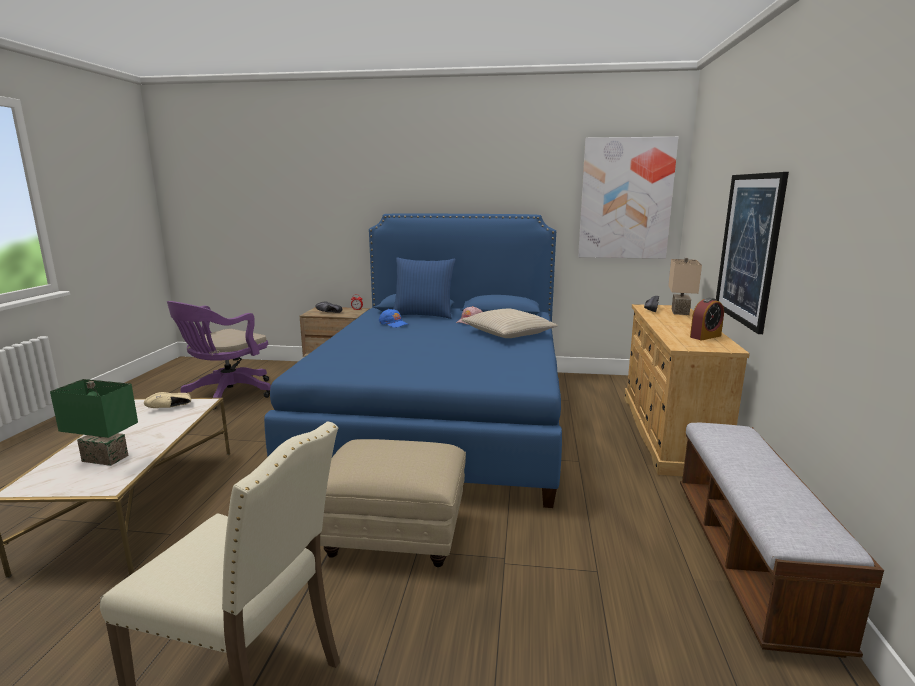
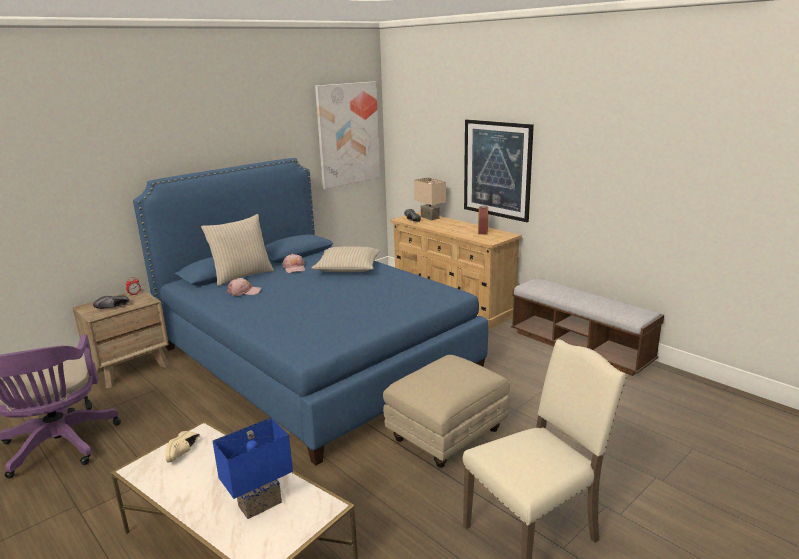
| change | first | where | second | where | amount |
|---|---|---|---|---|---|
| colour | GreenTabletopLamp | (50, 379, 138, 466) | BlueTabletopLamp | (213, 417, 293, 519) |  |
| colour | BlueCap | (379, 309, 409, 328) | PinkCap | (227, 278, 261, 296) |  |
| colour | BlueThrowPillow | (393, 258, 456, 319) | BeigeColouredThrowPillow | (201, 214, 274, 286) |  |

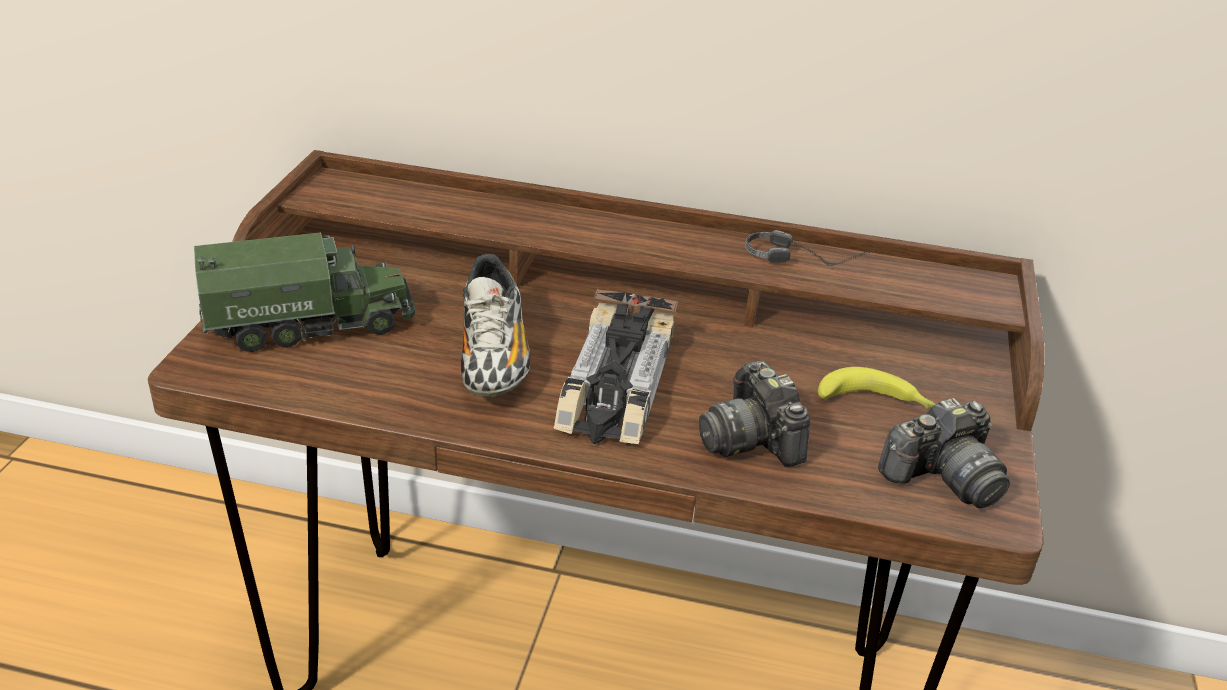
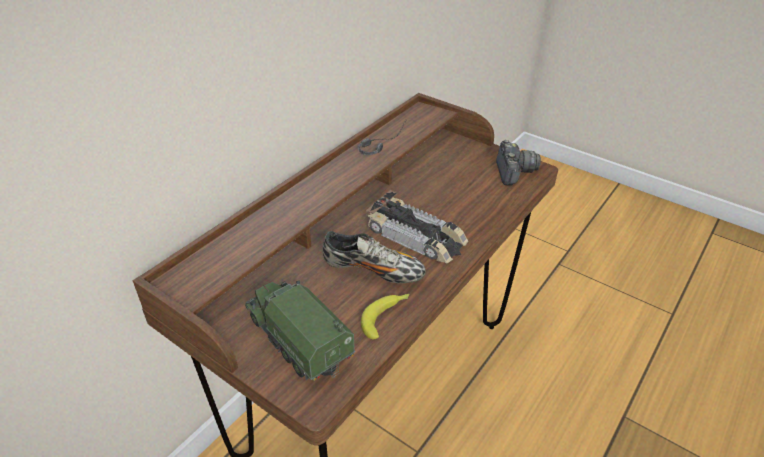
| change | first | where | second | where | amount |
|---|---|---|---|---|---|
| spun | ModelTruck | (194, 232, 415, 352) |  | (245, 281, 356, 381) | 45 degrees counterclockwise |
| missing | PhotoCamera | (699, 360, 810, 467) |  |  |  |
| relocated | BananaFruit | (818, 367, 936, 409) |  | (361, 294, 409, 339) |  |

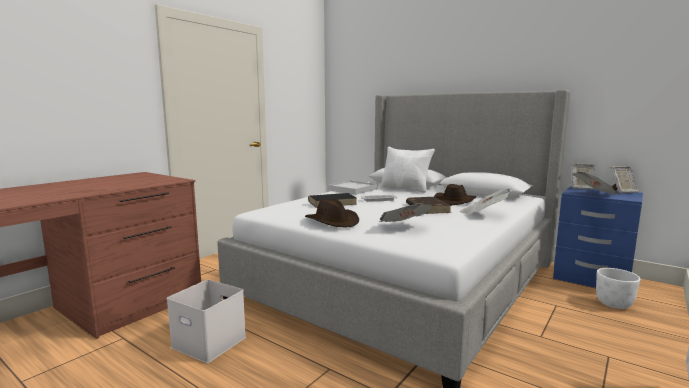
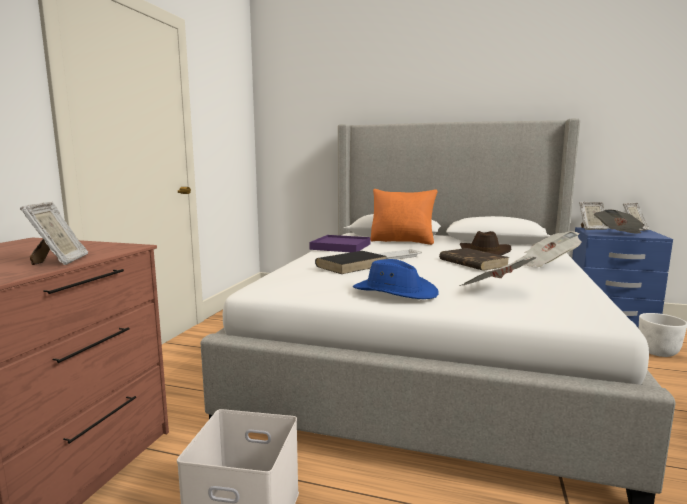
| change | first | where | second | where | amount |
|---|---|---|---|---|---|
| colour | BrownishWearableHat | (305, 199, 359, 227) | BlueWearableHat | (353, 259, 439, 299) |  |
| colour | WhitishCarryingTray | (327, 180, 377, 195) | PurpleCarryingTray | (310, 235, 371, 252) |  |
| colour | WhitishThrowPillow | (381, 147, 435, 193) | OrangeColouredThrowPillow | (371, 189, 438, 245) |  |
| appeared |  |  | PictureFrame | (20, 202, 88, 265) |  |

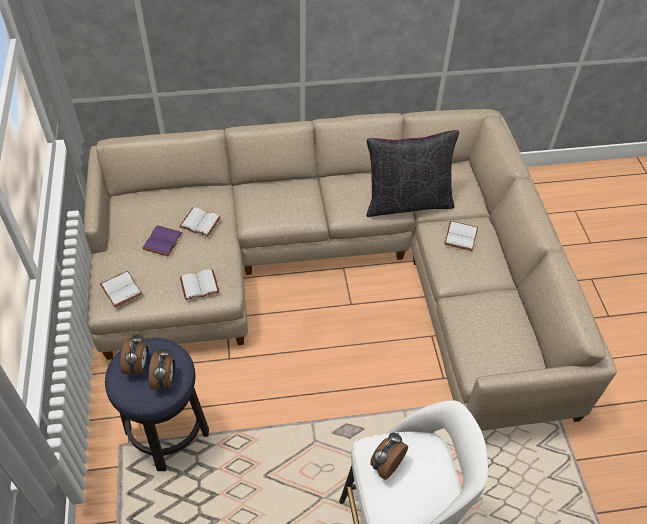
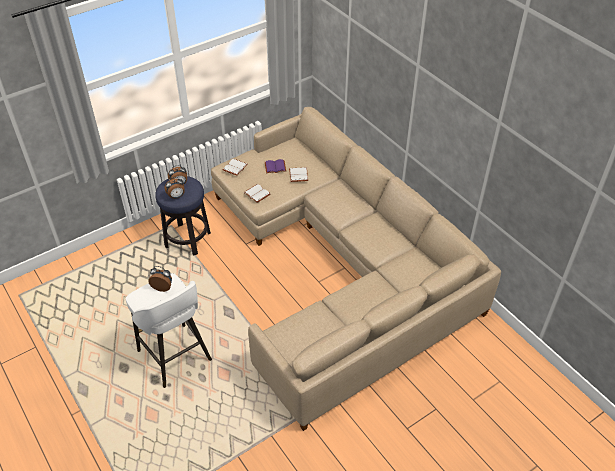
| change | first | where | second | where | amount |
|---|---|---|---|---|---|
| missing | BlackColouredThrowPillow | (366, 130, 459, 217) |  |  |  |
| missing | WhitishVolume | (444, 221, 478, 251) |  |  |  |

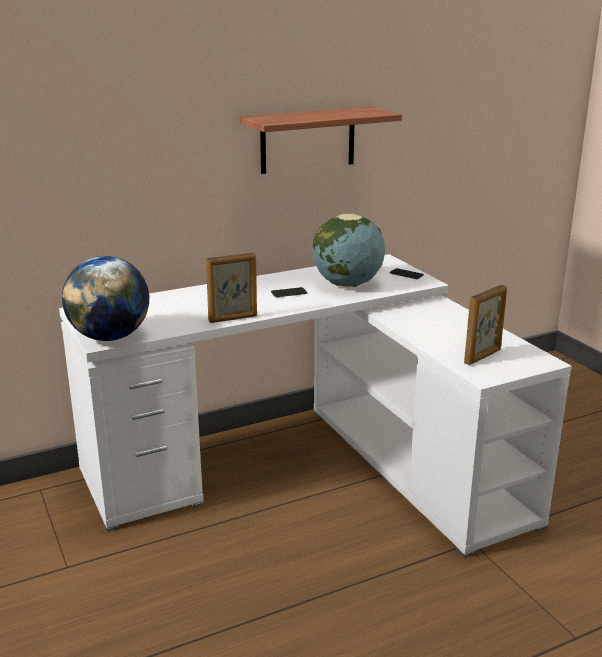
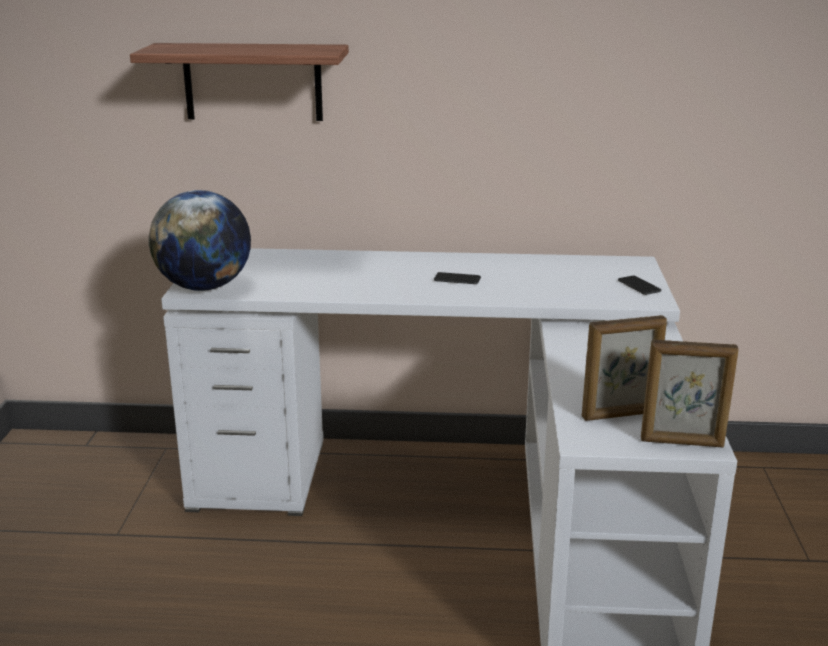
| change | first | where | second | where | amount |
|---|---|---|---|---|---|
| relocated | PictureFrame | (206, 253, 257, 323) |  | (641, 339, 739, 448) |  |
| relocated | WallShelf | (240, 107, 402, 174) |  | (130, 43, 349, 121) |  |
| missing | DeskGlobe | (313, 214, 385, 287) |  |  |  |

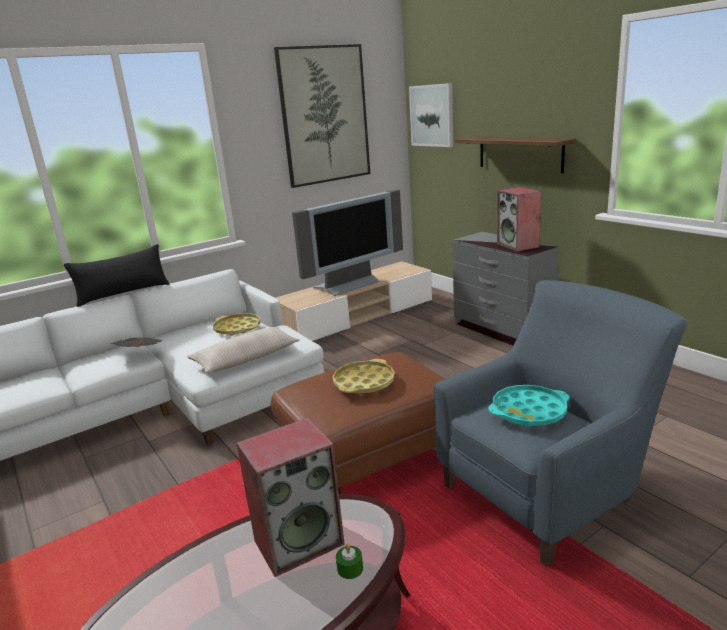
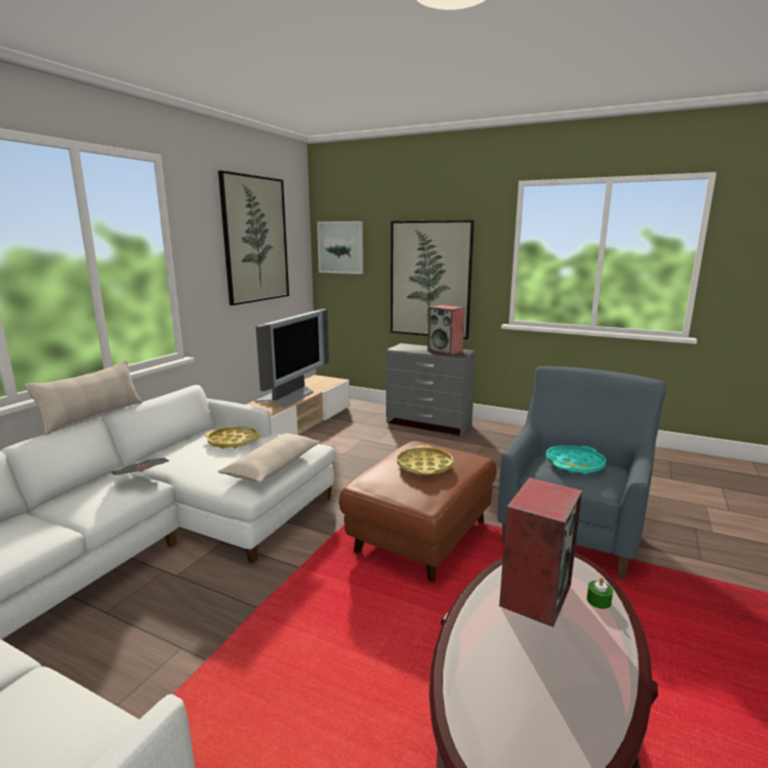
| change | first | where | second | where | amount |
|---|---|---|---|---|---|
| colour | BlackColouredThrowPillow | (64, 244, 169, 307) | BeigeColouredThrowPillow | (24, 360, 142, 435) |  |
| exchanged | WallShelf | (455, 136, 576, 173) | Picture | (391, 220, 474, 339) |  |

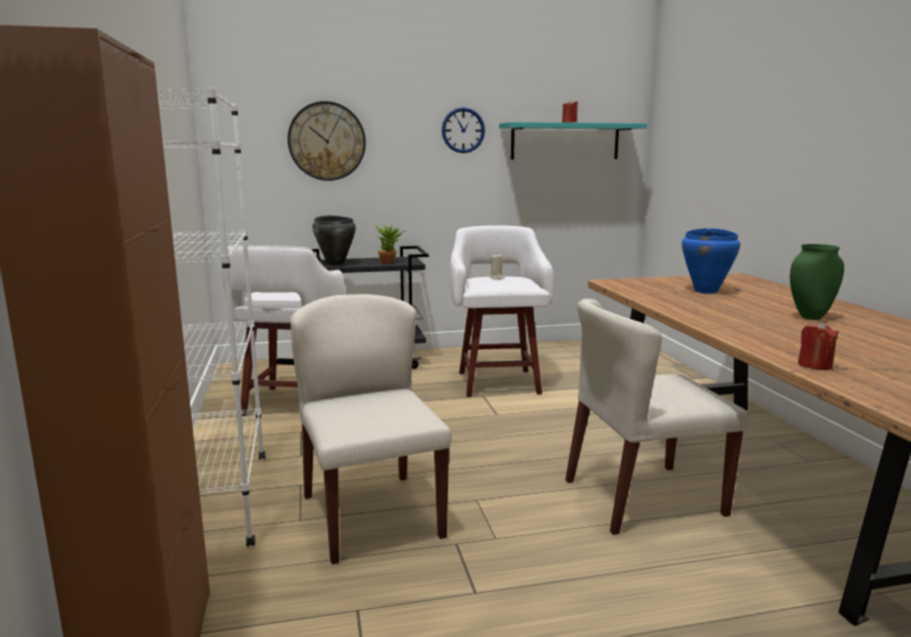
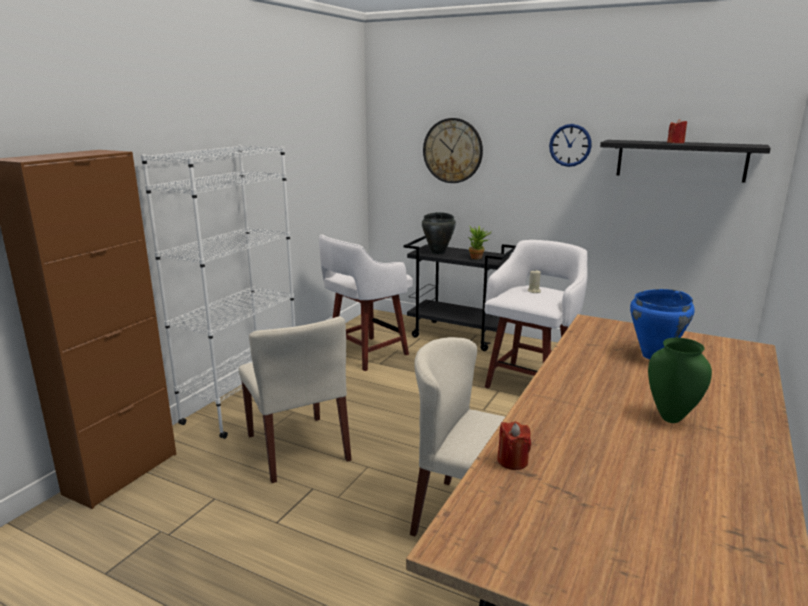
| change | first | where | second | where | amount |
|---|---|---|---|---|---|
| spun | BeigeColouredChair | (290, 294, 452, 564) |  | (239, 316, 352, 483) | 135 degrees clockwise |
| colour | TurquoiseWallShelf | (499, 122, 647, 159) | BlackColouredWallShelf | (600, 140, 771, 183) |  |

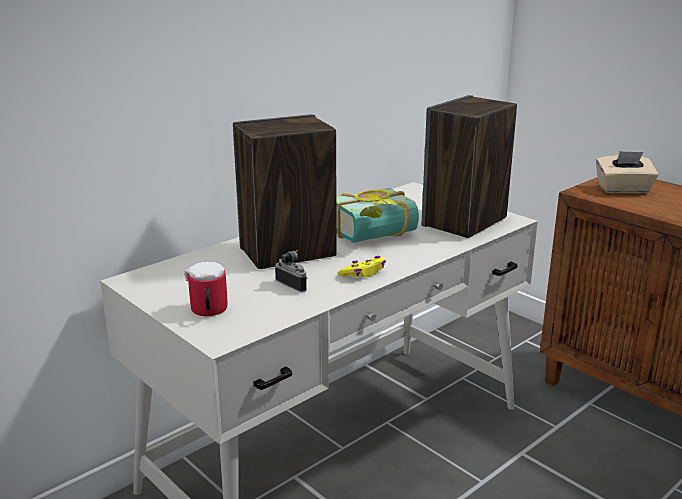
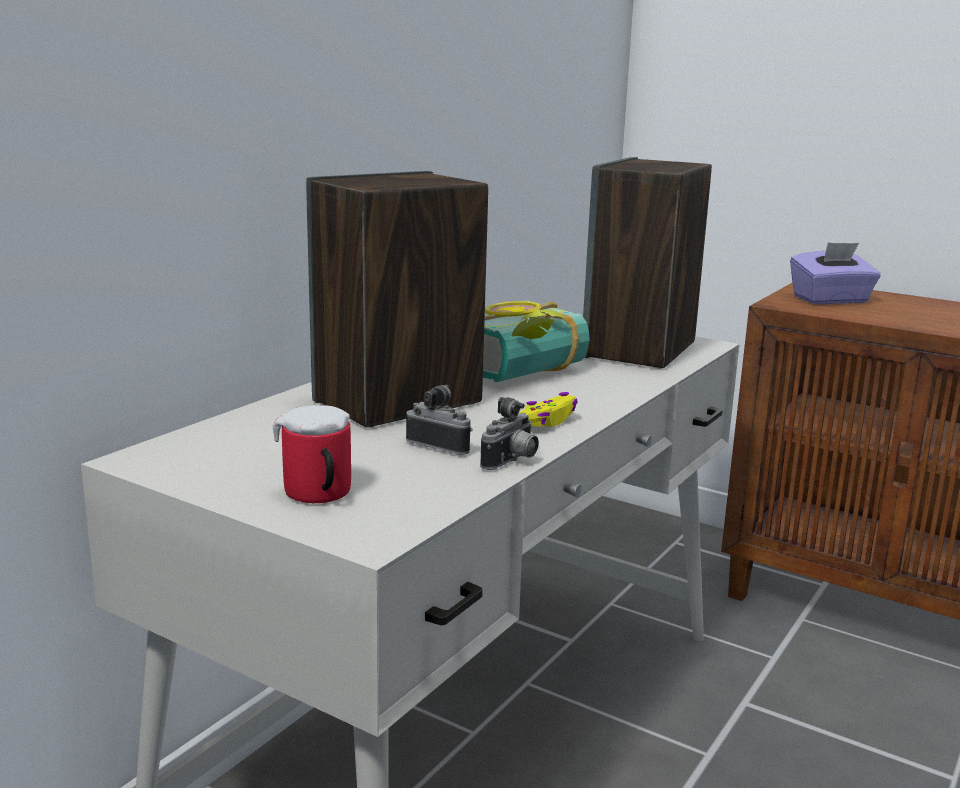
| change | first | where | second | where | amount |
|---|---|---|---|---|---|
| colour | BeigeColouredBoxOfTissues | (596, 151, 658, 193) | PurpleBoxOfTissues | (790, 242, 881, 304) |  |
| appeared |  |  | PhotoCamera | (480, 397, 539, 470) |  |

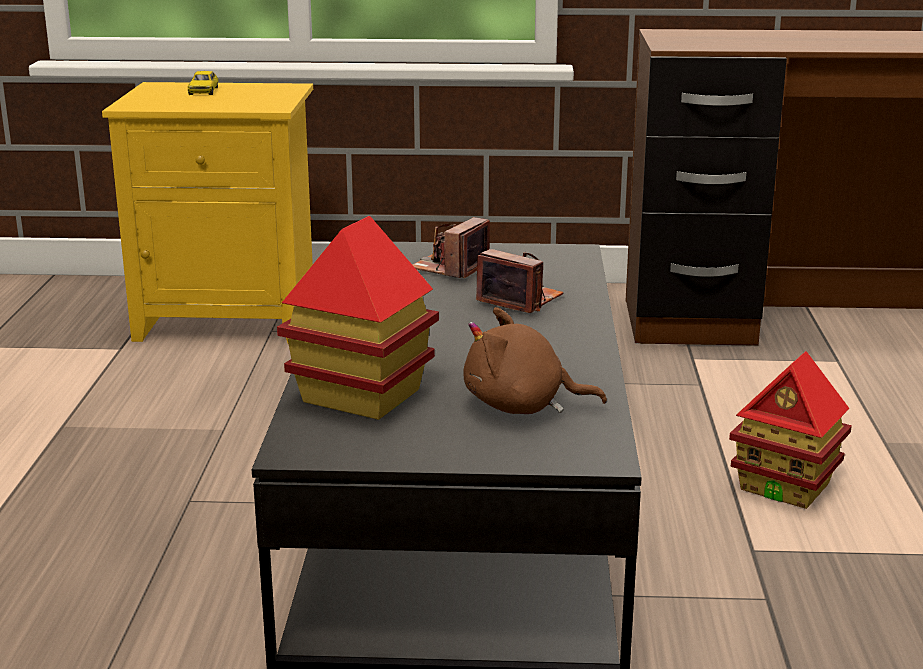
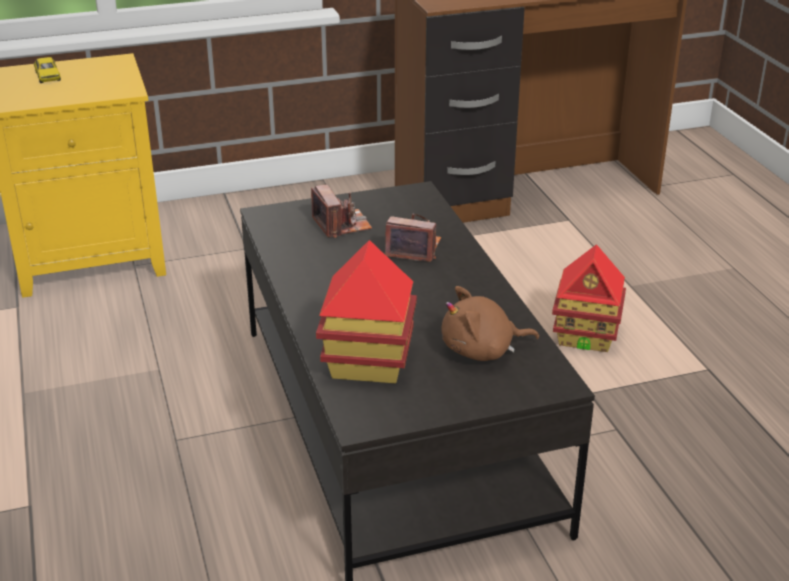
| change | first | where | second | where | amount |
|---|---|---|---|---|---|
| spun | PhotoCamera | (412, 217, 490, 278) |  | (311, 184, 372, 238) | 150 degrees clockwise |

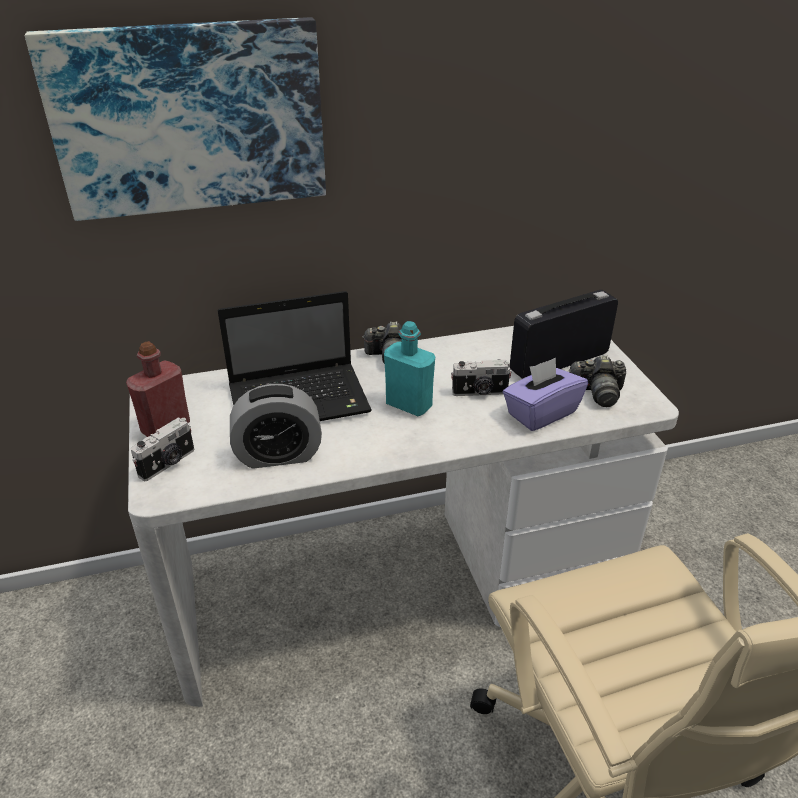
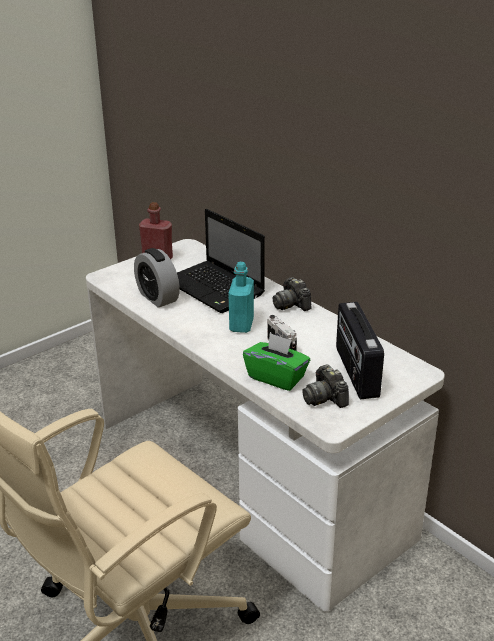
| change | first | where | second | where | amount |
|---|---|---|---|---|---|
| missing | Picture | (25, 17, 326, 221) |  |  |  |
| missing | PhotoCamera | (131, 417, 194, 481) |  |  |  |
| colour | PurpleBoxOfTissues | (503, 358, 588, 431) | GreenBoxOfTissues | (243, 333, 310, 391) |  |
| spun | Radio | (510, 290, 618, 379) |  | (336, 302, 384, 399) | 135 degrees counterclockwise |

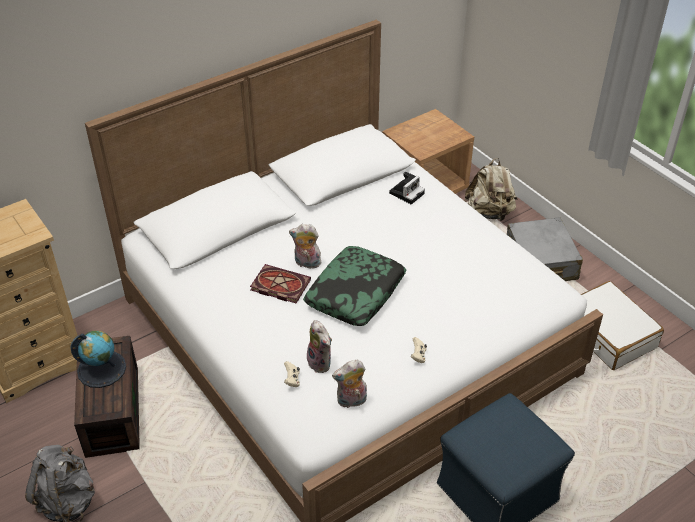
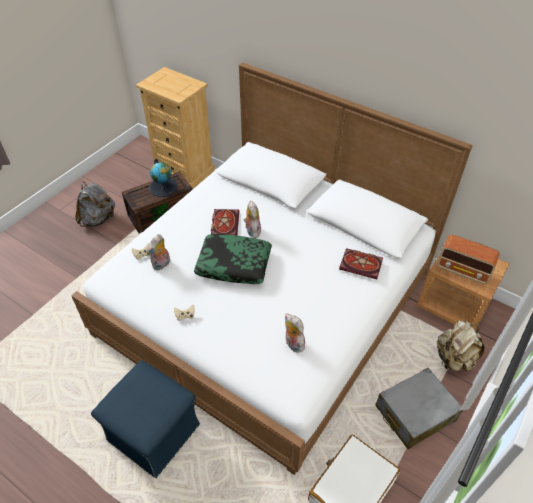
| change | first | where | second | where | amount |
|---|---|---|---|---|---|
| relocated | CuddlyToy | (332, 360, 367, 408) |  | (285, 313, 305, 353) |  |
| exchanged | PhotoCamera | (389, 172, 425, 205) | Volume | (339, 248, 383, 279) |  |
| appeared |  |  | Radio | (437, 235, 500, 284) |  |

